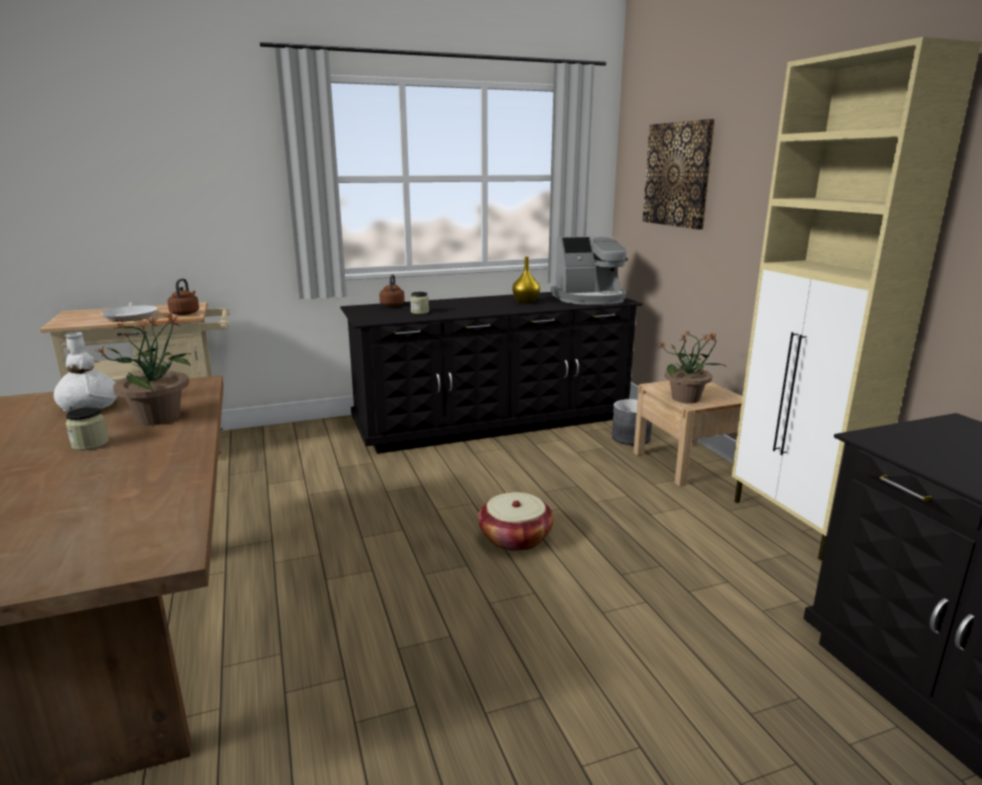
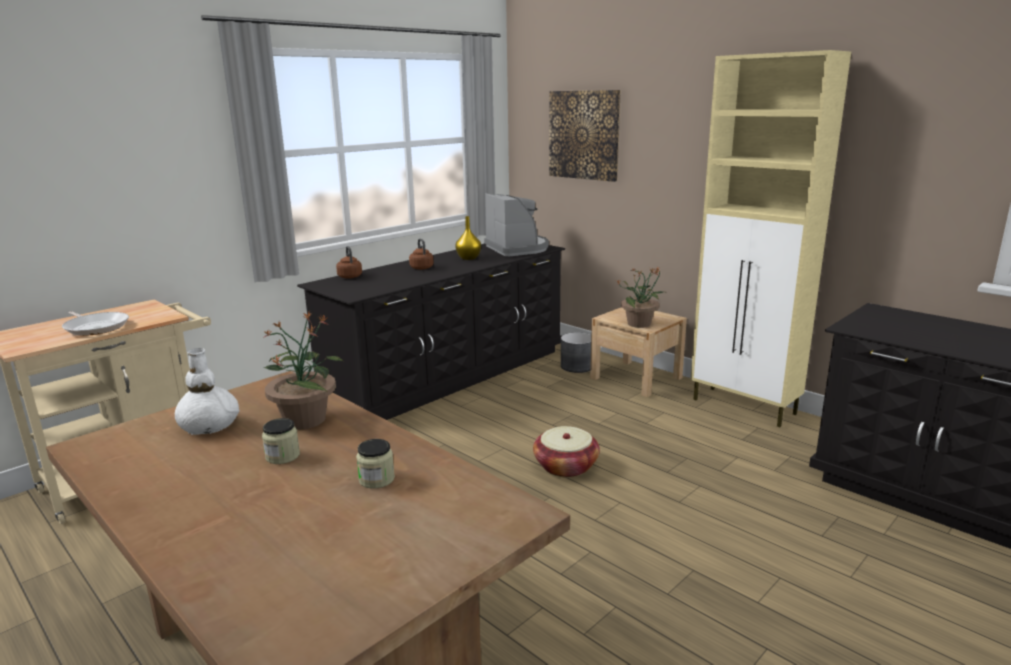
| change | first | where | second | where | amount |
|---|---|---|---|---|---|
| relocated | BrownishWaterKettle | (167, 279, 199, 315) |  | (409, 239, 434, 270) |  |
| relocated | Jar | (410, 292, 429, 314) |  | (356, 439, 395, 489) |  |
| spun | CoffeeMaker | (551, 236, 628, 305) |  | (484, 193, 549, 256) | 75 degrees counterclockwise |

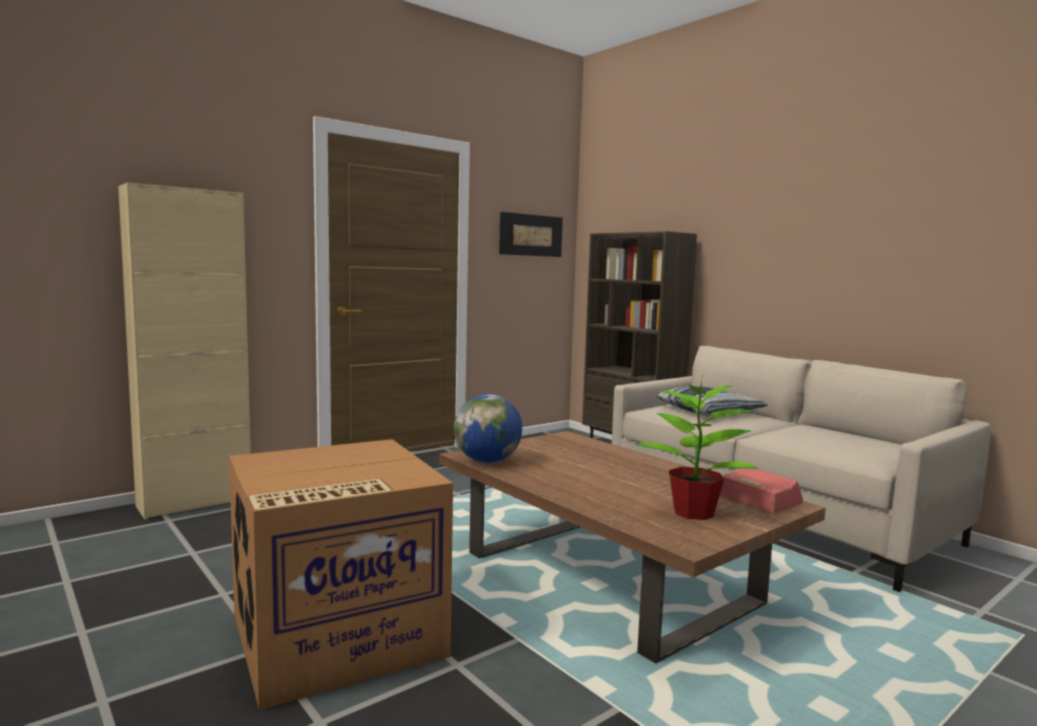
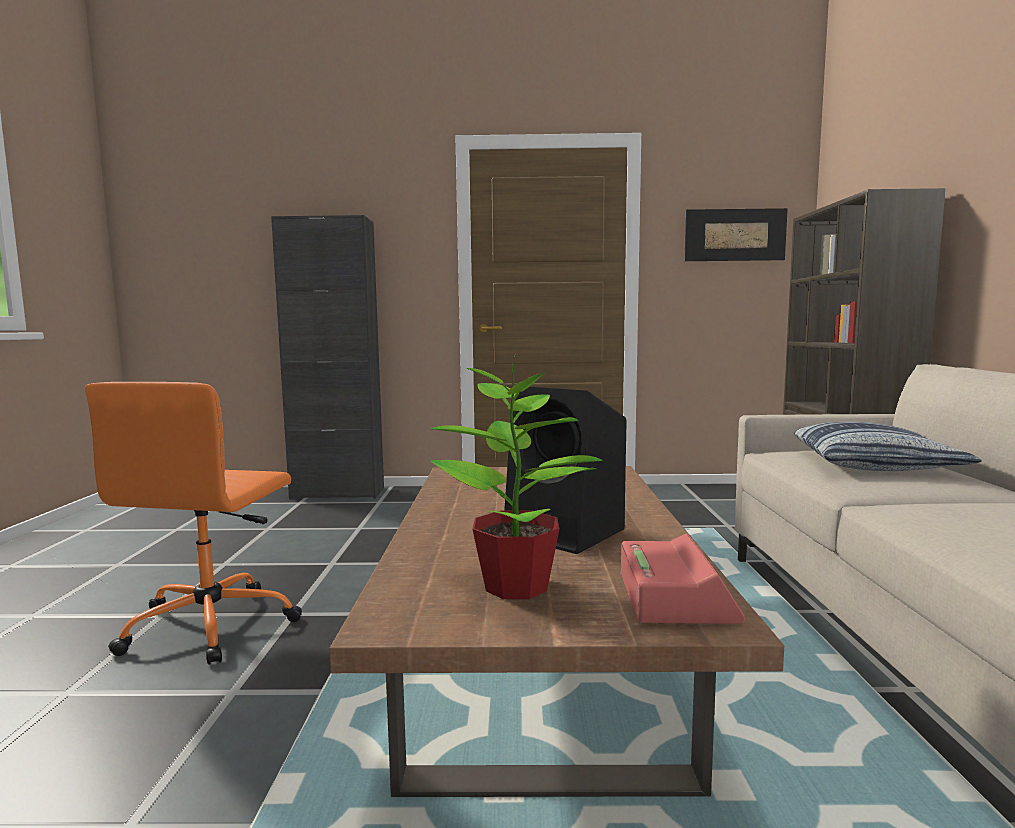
| change | first | where | second | where | amount |
|---|---|---|---|---|---|
| colour | BeigeColouredCabinet | (118, 182, 251, 520) | BlackColouredCabinet | (271, 215, 384, 499) |  |
| exchanged | CardboardBox | (229, 439, 453, 710) | OrangeColouredDeskChair | (85, 382, 302, 665) |  |
| missing | DeskGlobe | (454, 394, 522, 463) |  |  |  |
| appeared |  |  | BlackColouredAudioSpeaker | (504, 387, 627, 554) |  |

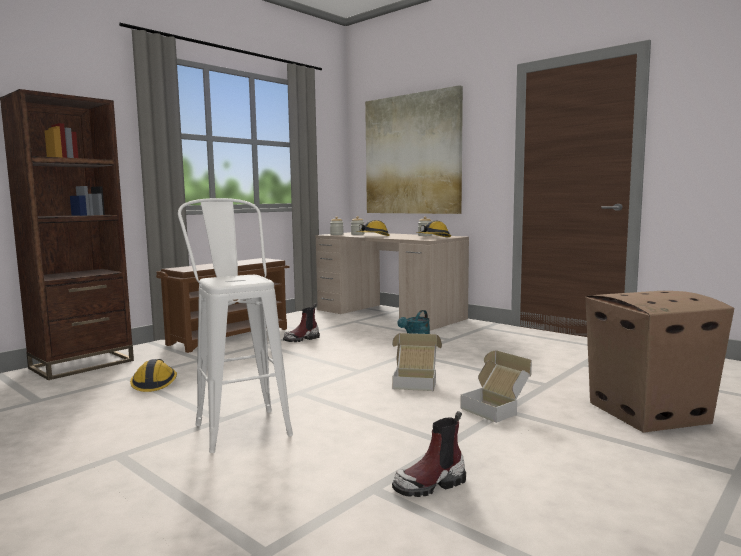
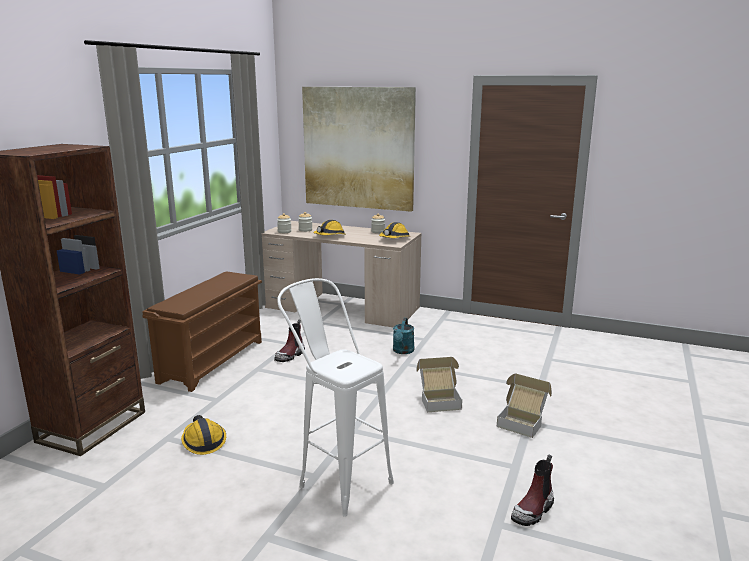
| change | first | where | second | where | amount |
|---|---|---|---|---|---|
| missing | CardboardBox | (586, 291, 734, 433) |  |  |  |

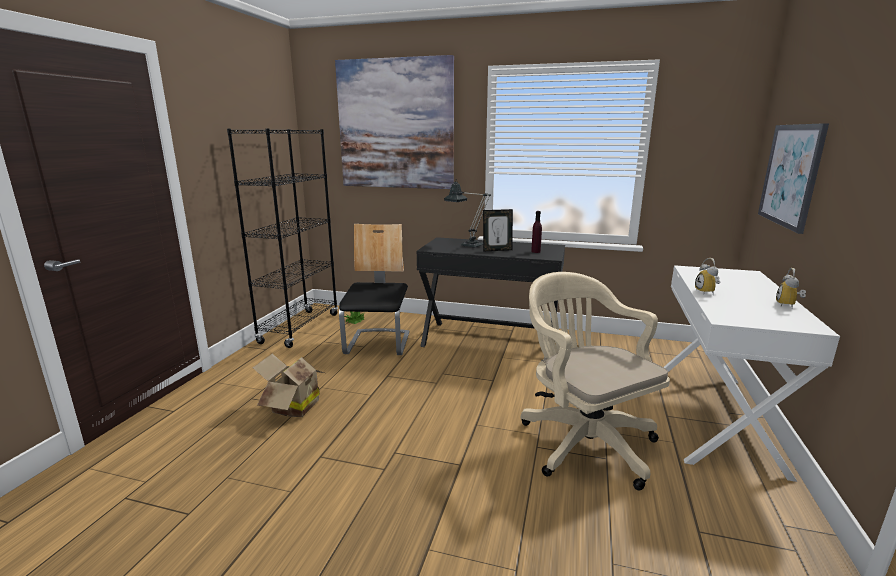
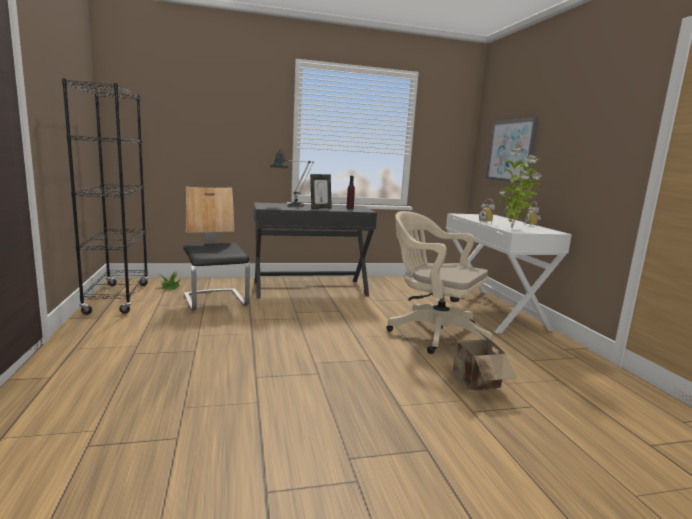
| change | first | where | second | where | amount |
|---|---|---|---|---|---|
| relocated | CardboardBox | (253, 354, 324, 417) |  | (447, 330, 517, 391) |  |
| missing | Picture | (335, 55, 454, 189) |  |  |  |
| appeared |  |  | Houseplant | (499, 148, 543, 228) |  |

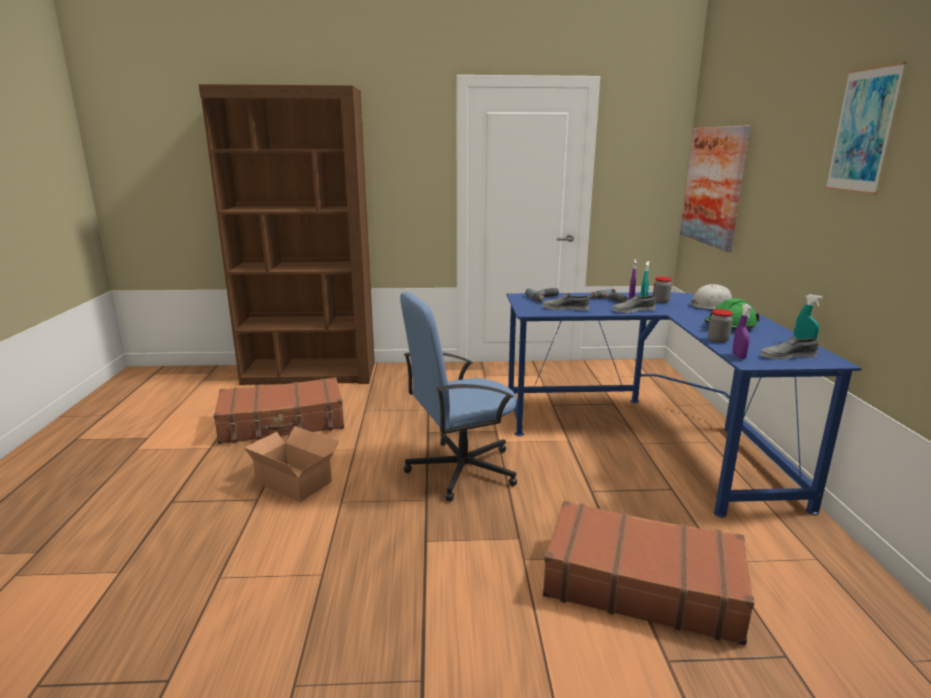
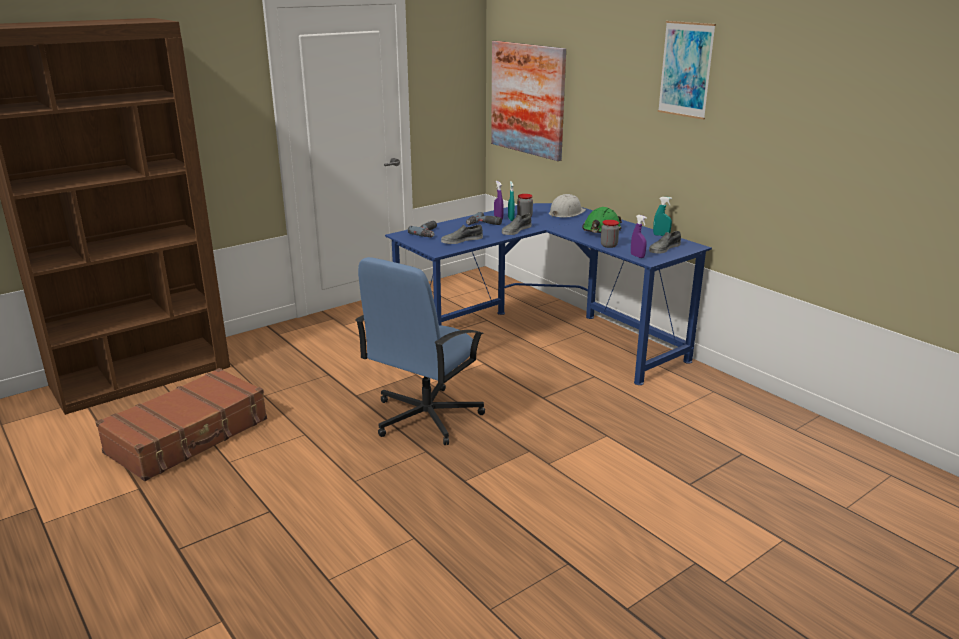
| change | first | where | second | where | amount |
|---|---|---|---|---|---|
| missing | CardboardBox | (244, 426, 339, 502) |  |  |  |
| missing | BrownishTravelCase | (543, 501, 755, 646) |  |  |  |

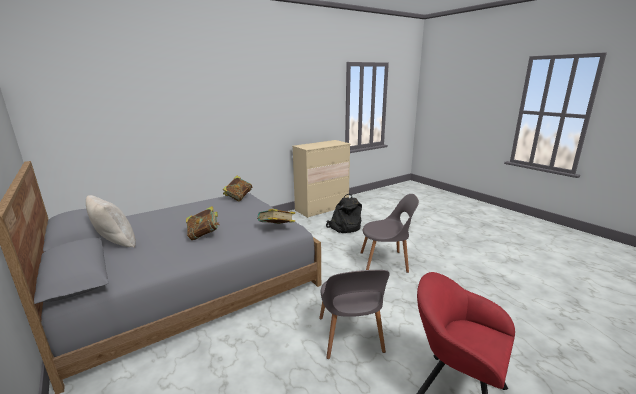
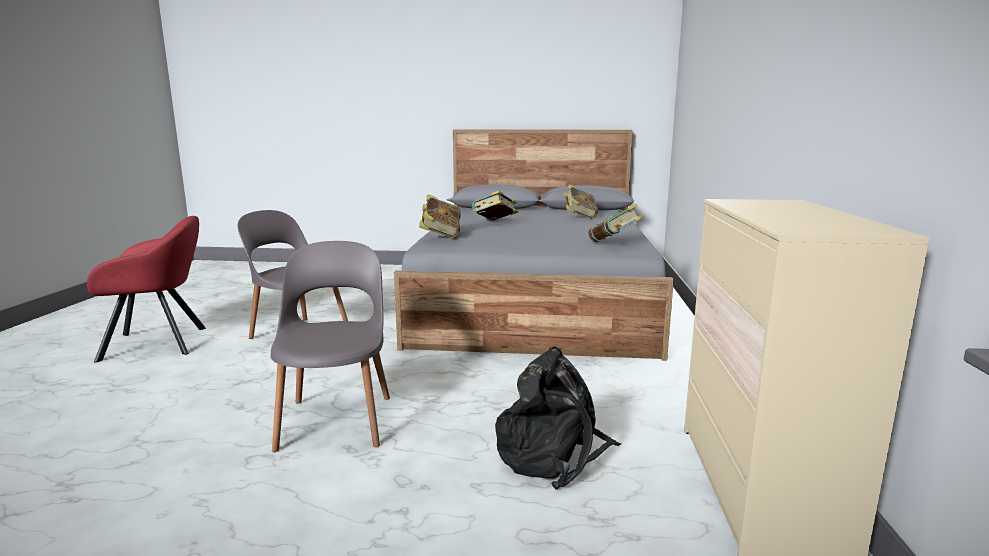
| change | first | where | second | where | amount |
|---|---|---|---|---|---|
| missing | BeigeColouredThrowPillow | (86, 195, 136, 248) |  |  |  |
| spun | GreyishChair | (361, 194, 419, 273) |  | (271, 241, 390, 452) | 135 degrees clockwise |
| appeared |  |  | Volume | (564, 184, 598, 219) |  |

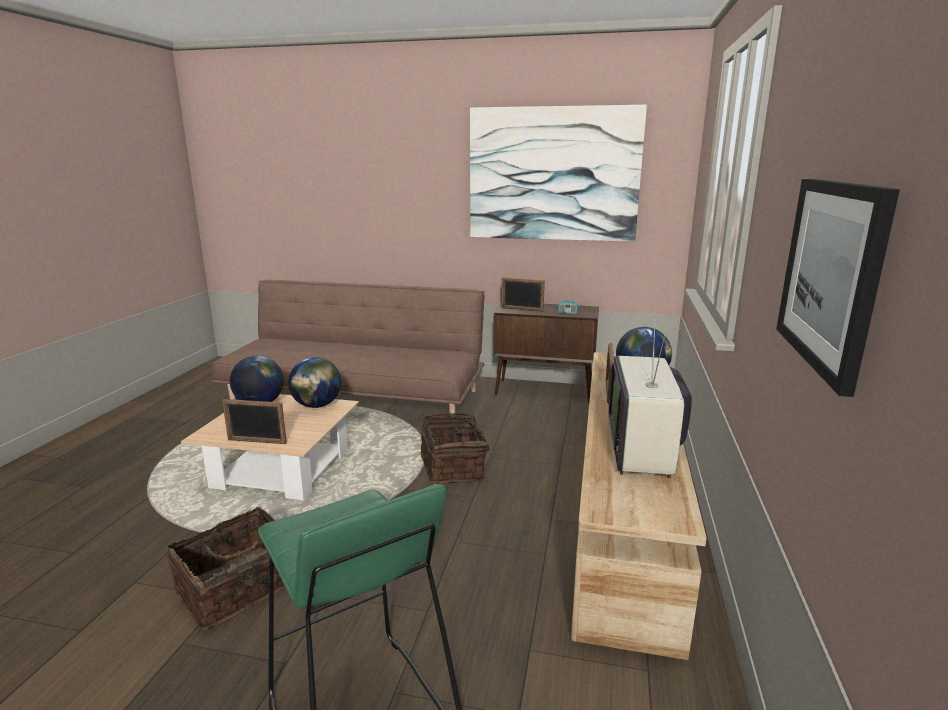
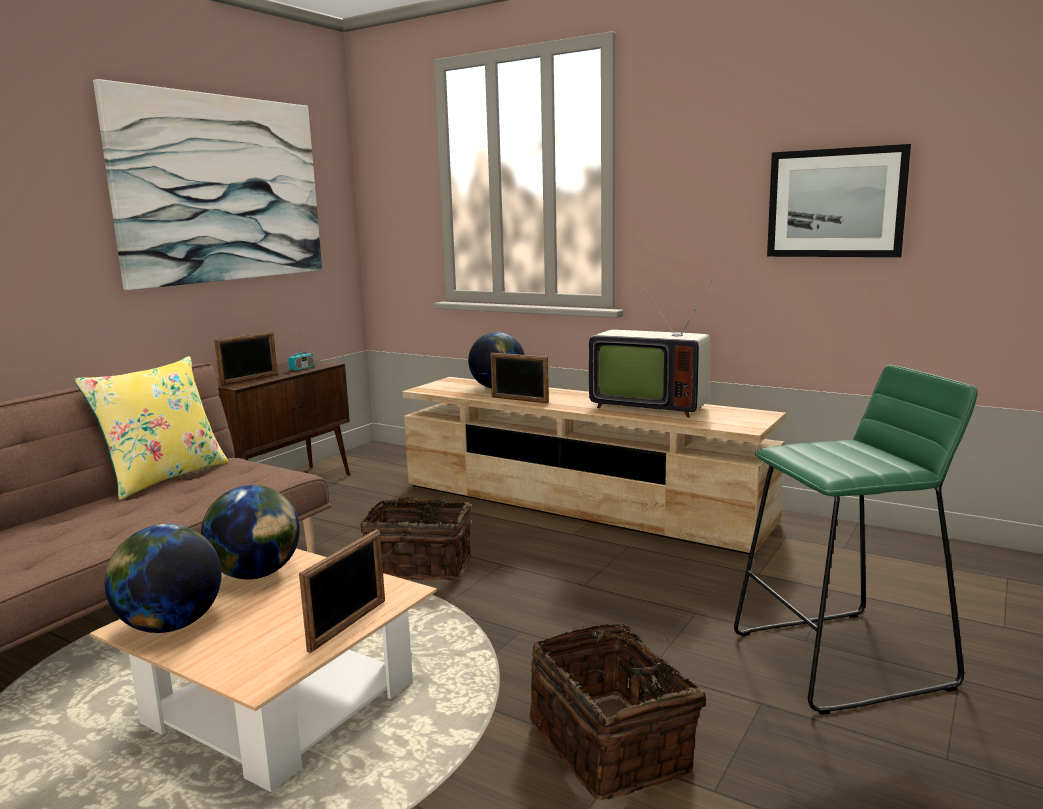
| change | first | where | second | where | amount |
|---|---|---|---|---|---|
| appeared |  |  | YellowColouredThrowPillow | (74, 356, 229, 500) |  |

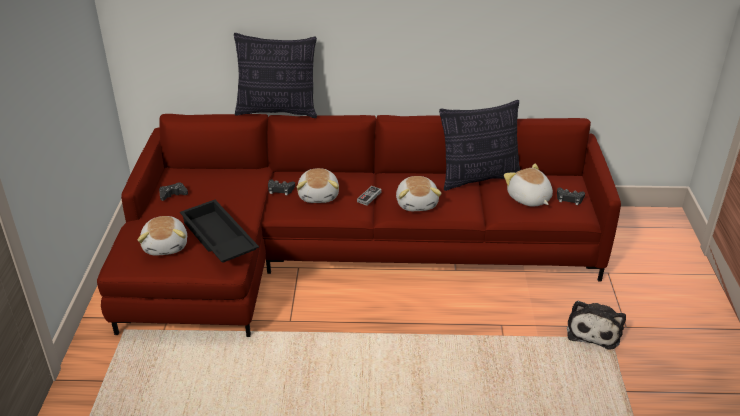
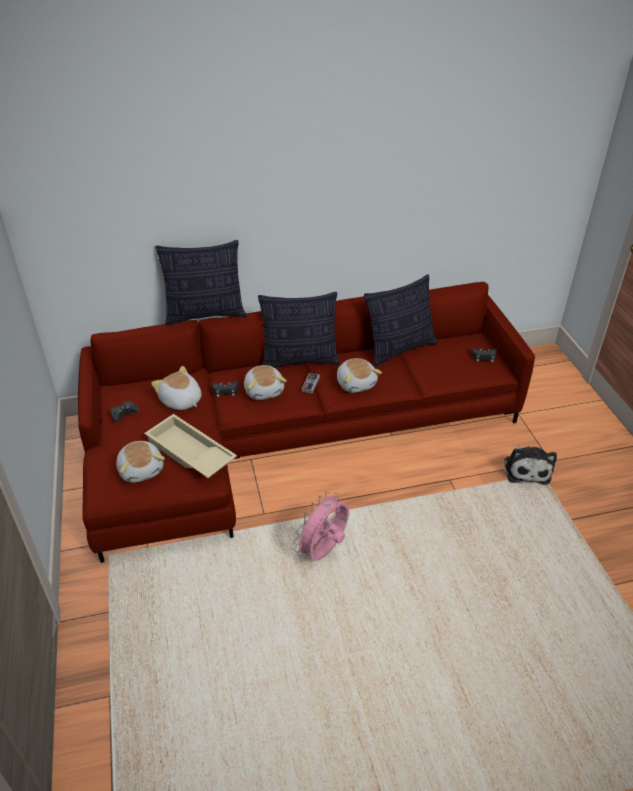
| change | first | where | second | where | amount |
|---|---|---|---|---|---|
| colour | BlackColouredCarryingTray | (180, 200, 259, 263) | BeigeColouredCarryingTray | (144, 414, 237, 478) |  |
| relocated | CuddlyToy | (504, 163, 553, 207) |  | (151, 366, 202, 410) |  |
| appeared |  |  | ThrowPillow | (258, 292, 340, 368) |  |
| appeared |  |  | PinkFan | (294, 492, 349, 561) |  |

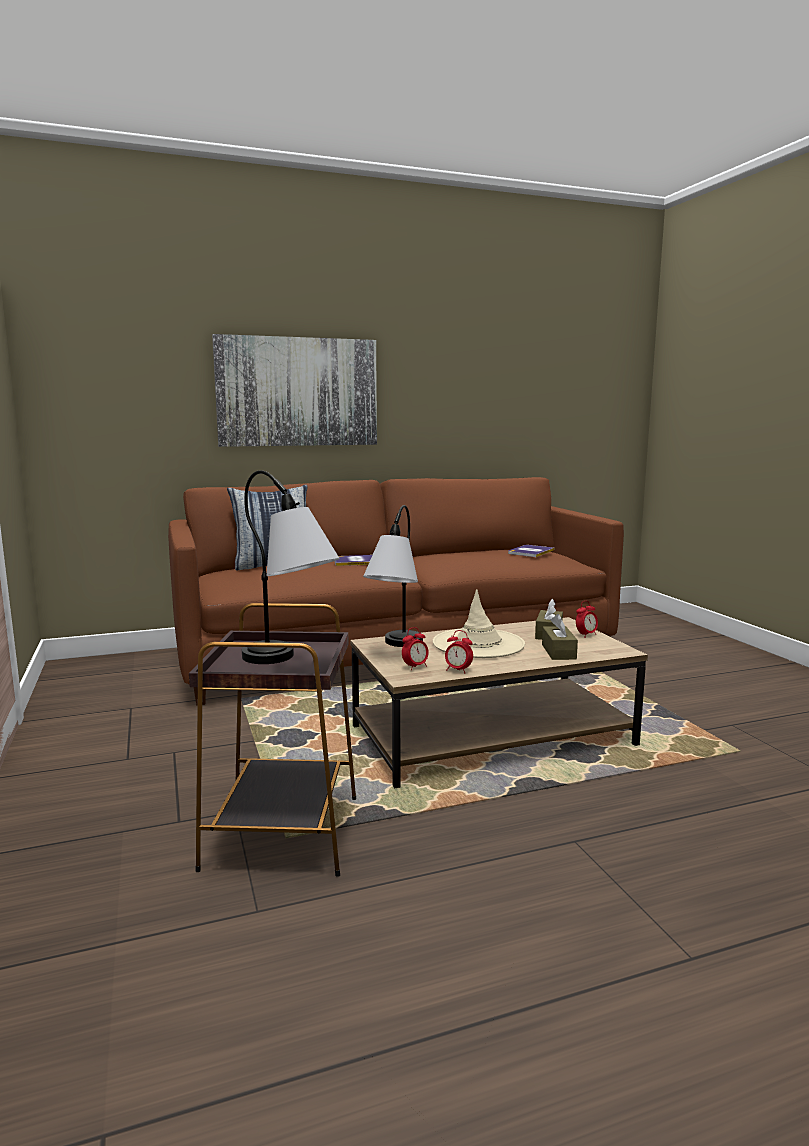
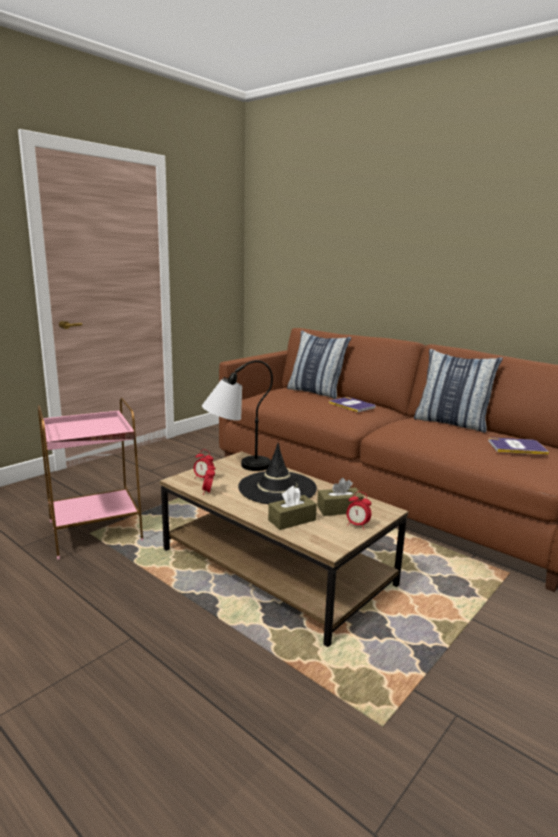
| change | first | where | second | where | amount |
|---|---|---|---|---|---|
| colour | BrownishEndTable | (189, 603, 356, 877) | PinkEndTable | (38, 398, 143, 560) |  |
| missing | Picture | (212, 334, 377, 447) |  |  |  |
| missing | TabletopLamp | (242, 470, 340, 664) |  |  |  |
| colour | BeigeColouredWearableHat | (433, 589, 525, 658) | BlackColouredWearableHat | (238, 443, 317, 504) |  |
| appeared |  |  | ThrowPillow | (414, 349, 503, 433) |  |

